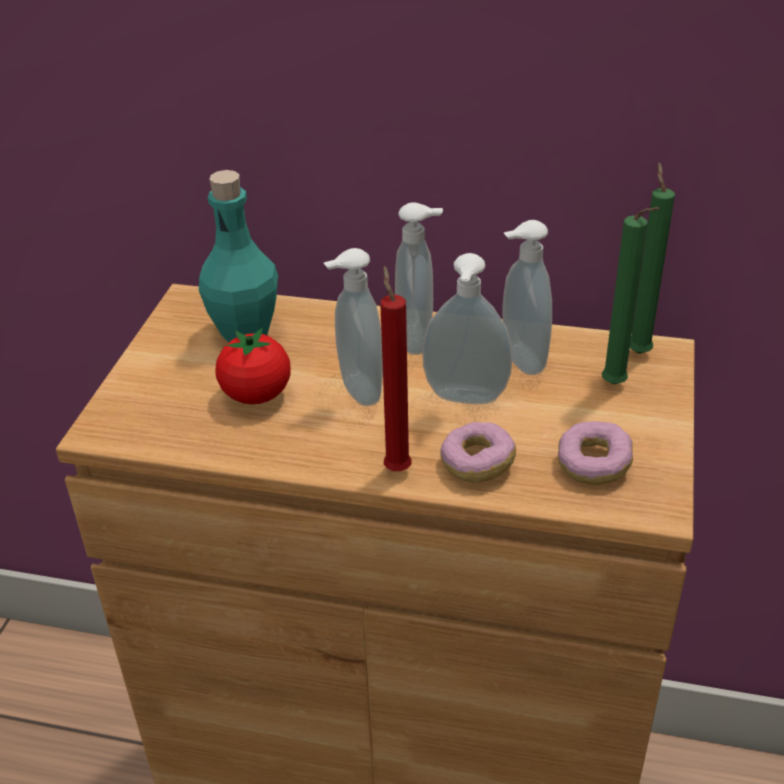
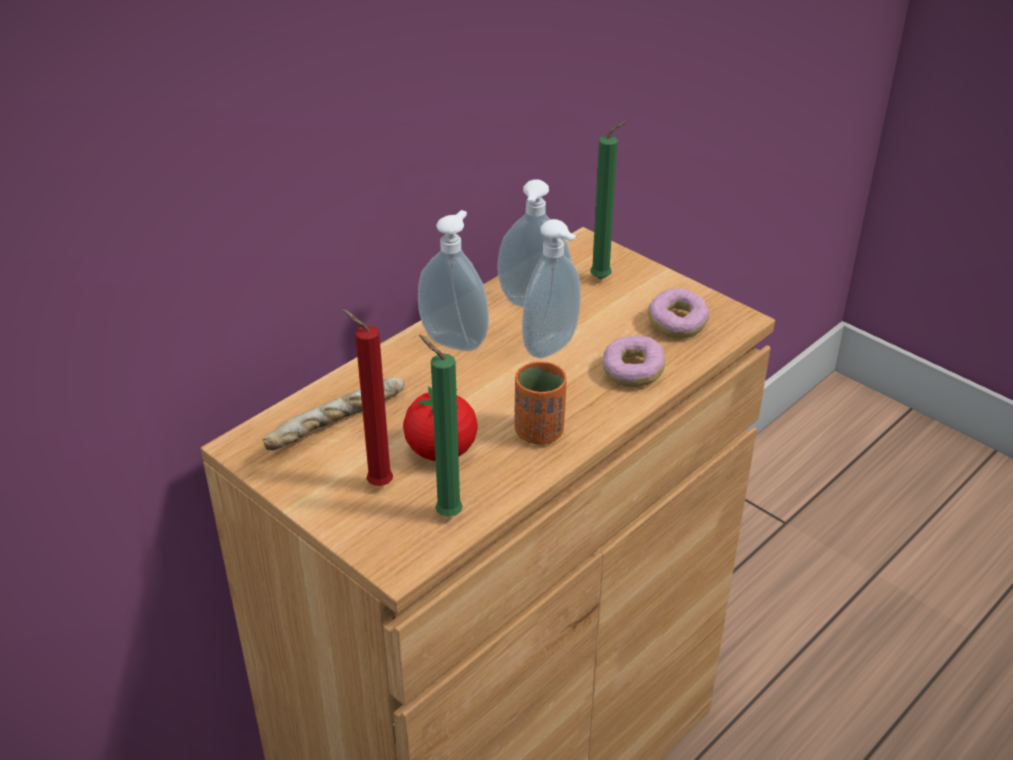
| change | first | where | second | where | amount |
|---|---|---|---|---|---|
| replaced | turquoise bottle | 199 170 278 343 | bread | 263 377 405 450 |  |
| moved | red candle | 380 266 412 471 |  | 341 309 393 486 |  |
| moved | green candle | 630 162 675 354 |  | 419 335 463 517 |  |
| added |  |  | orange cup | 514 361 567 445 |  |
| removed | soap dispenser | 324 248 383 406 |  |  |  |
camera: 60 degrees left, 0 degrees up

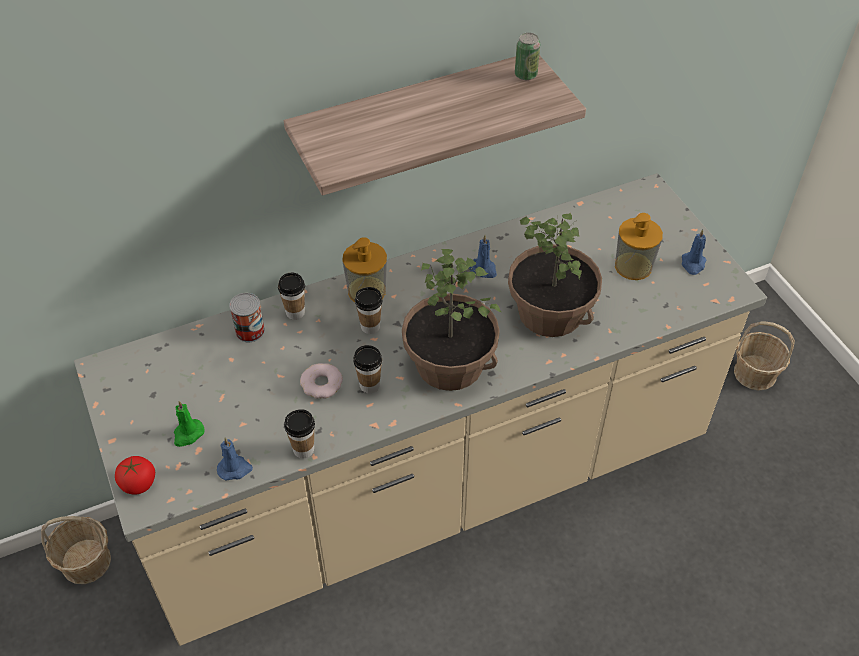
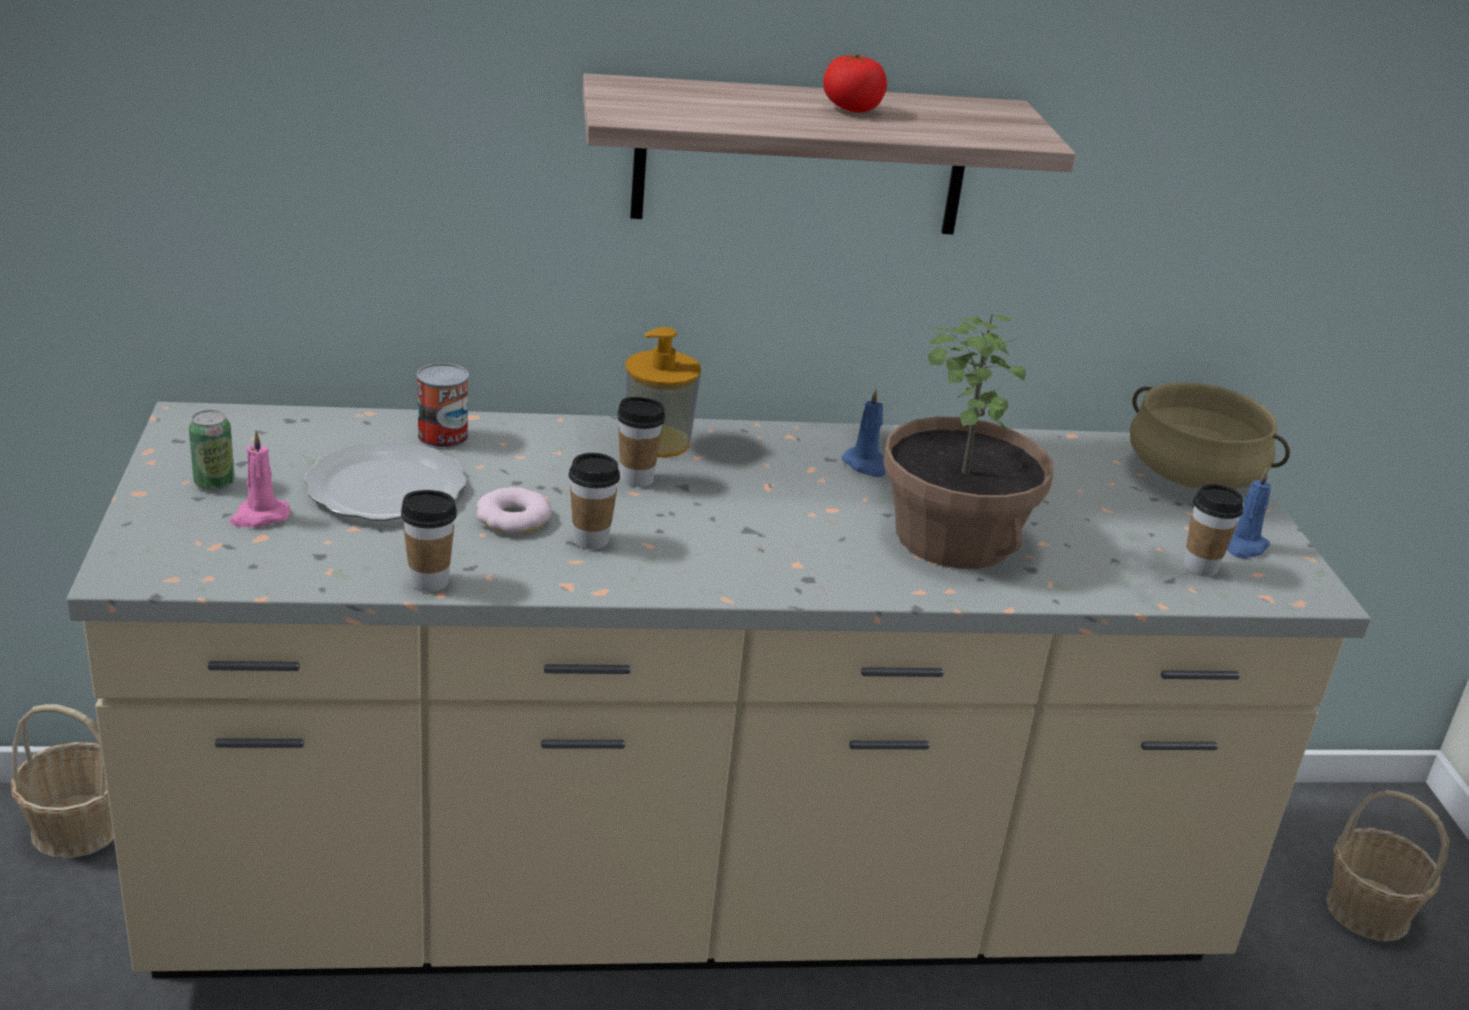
| change | first | where | second | where | amount |
|---|---|---|---|---|---|
| moved | can | 515 33 540 80 |  | 189 410 235 491 |  |
| recoloured | green candle | 174 401 205 447 | pink candle | 230 431 291 527 |  |
| added |  |  | plate | 304 441 467 521 |  |
| moved | tomato | 115 456 155 494 |  | 823 54 887 113 |  |
| added |  |  | beige cooking pot | 1130 382 1290 489 |  |
| moved | cup | 278 273 305 320 |  | 1183 484 1243 577 |  |
| removed | blue candle | 217 437 253 481 |  |  |  |
| removed | potted plant | 402 249 501 391 |  |  |  |
| removed | soap dispenser | 615 213 663 280 |  |  |  |
camera: 15 degrees right, 20 degrees down

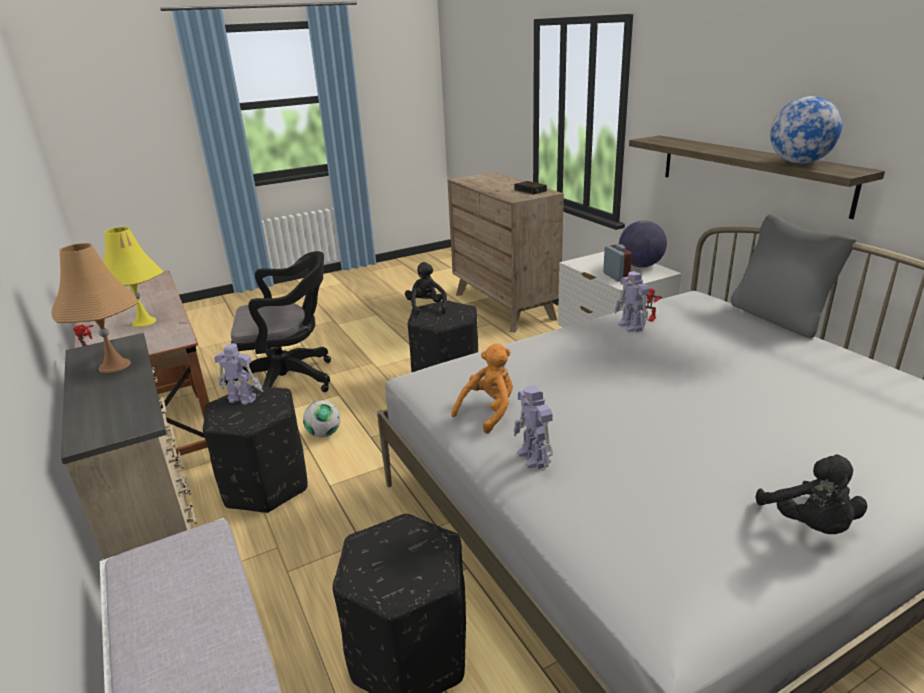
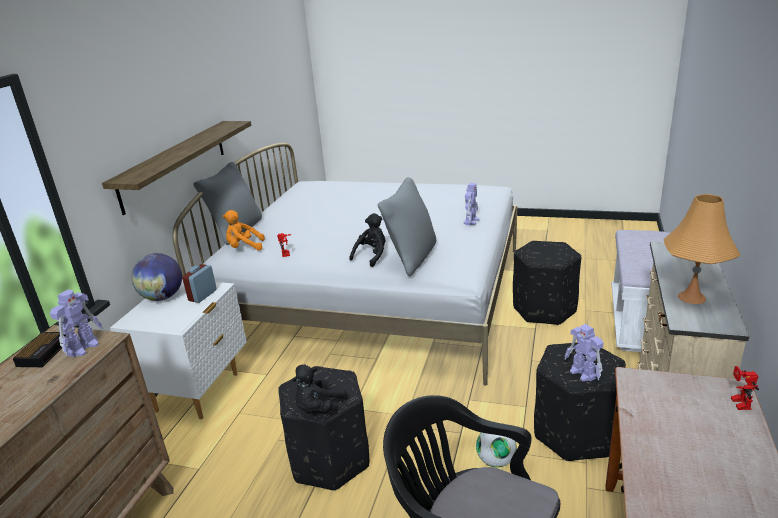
| change | first | where | second | where | amount |
|---|---|---|---|---|---|
| moved | toy robot | 615 271 649 332 |  | 50 289 103 357 |  |
| moved | orange plush toy | 451 343 513 434 |  | 223 210 265 250 |  |
| moved | black plush toy | 756 455 867 534 |  | 349 213 385 267 |  |
| added |  |  | grey pillow | 378 177 436 276 |  |
| removed | yellow table lamp | 103 227 163 327 |  |  |  |
| removed | globe | 770 96 842 164 |  |  |  |
camera: 135 degrees left, 0 degrees up

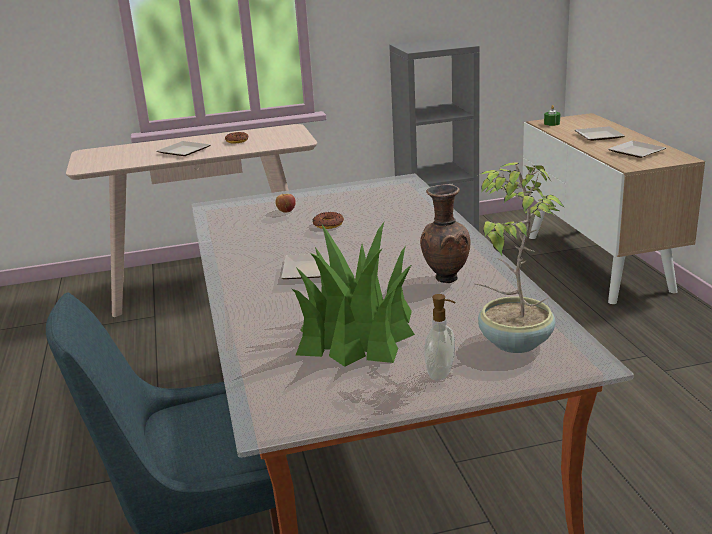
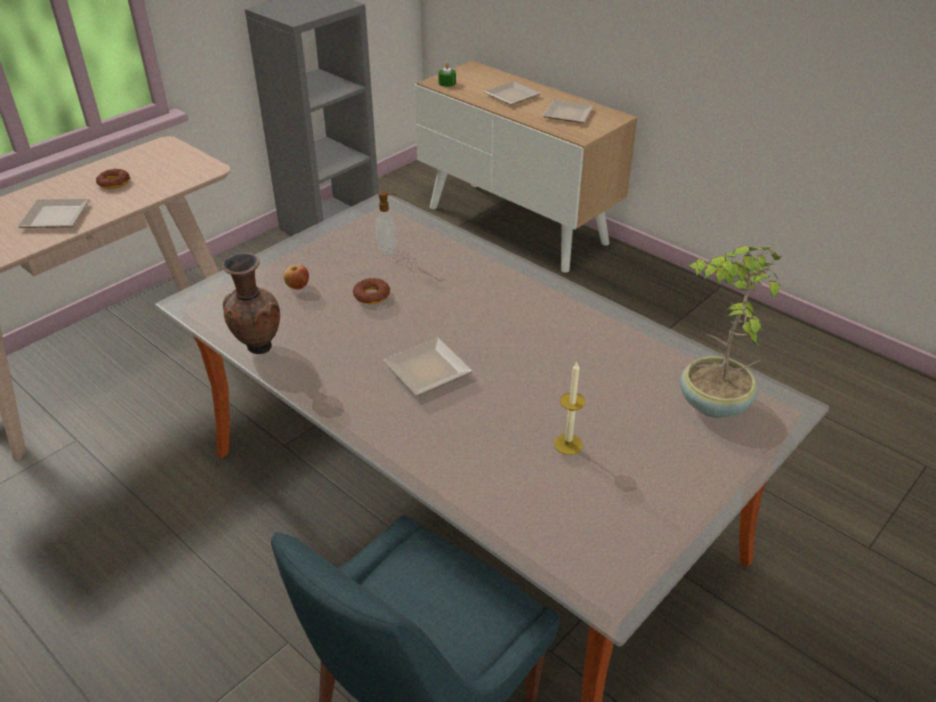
| change | first | where | second | where | amount |
|---|---|---|---|---|---|
| moved | brown vase | 420 184 471 283 |  | 222 253 280 354 |  |
| moved | soap dispenser | 424 294 456 381 |  | 375 191 396 255 |  |
| replaced | potted plant | 292 221 415 367 | candle | 554 362 586 455 |  |
camera: 35 degrees left, 15 degrees up

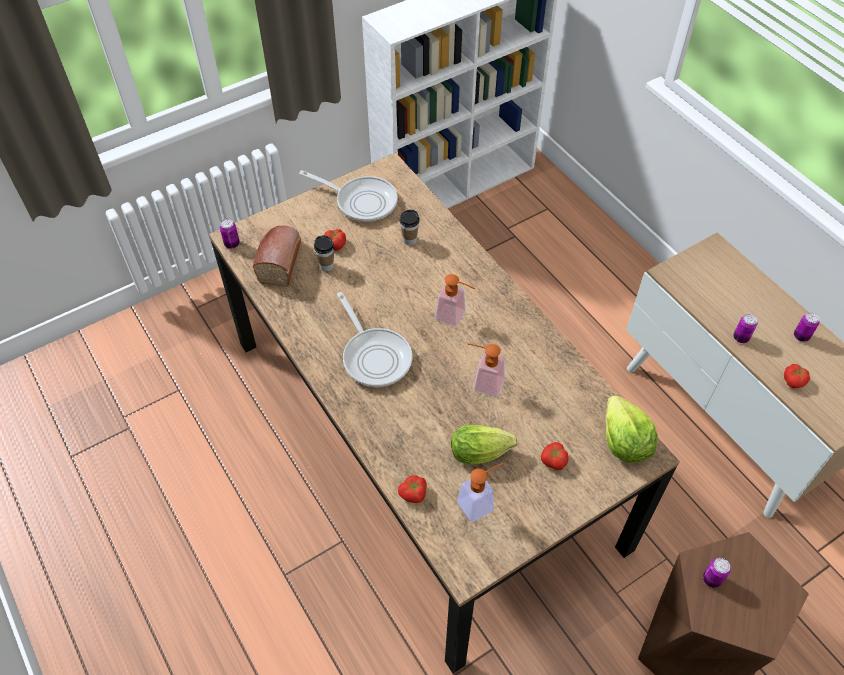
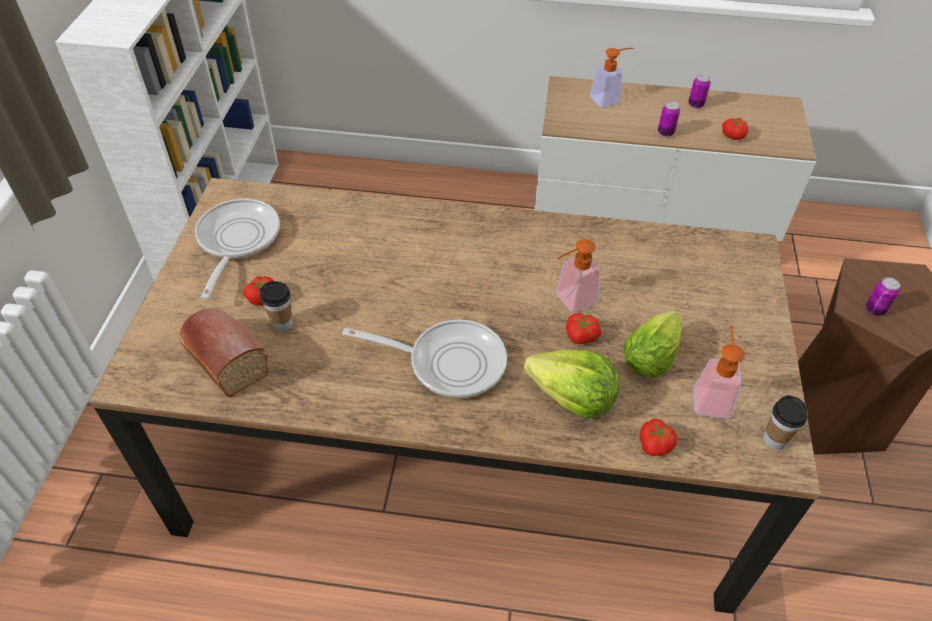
| change | first | where | second | where | amount |
|---|---|---|---|---|---|
| turned | frying pan | 299 170 398 222 |  | 195 199 280 299 | 60 degrees counterclockwise |
| moved | lettuce | 605 395 658 463 |  | 523 350 620 419 |  |
| moved | tomato | 541 442 568 470 |  | 566 313 601 344 |  |
| moved | soap dispenser | 435 274 475 326 |  | 590 48 633 108 |  |
| moved | cup | 400 210 420 245 |  | 763 395 808 450 |  |
| removed | can | 220 219 240 249 |  |  |  |
camera: 50 degrees left, 5 degrees down

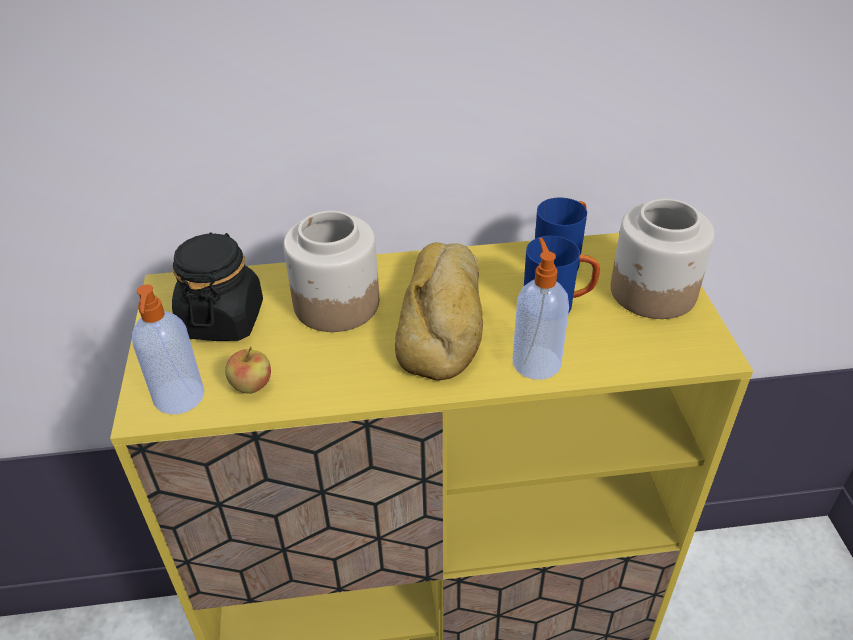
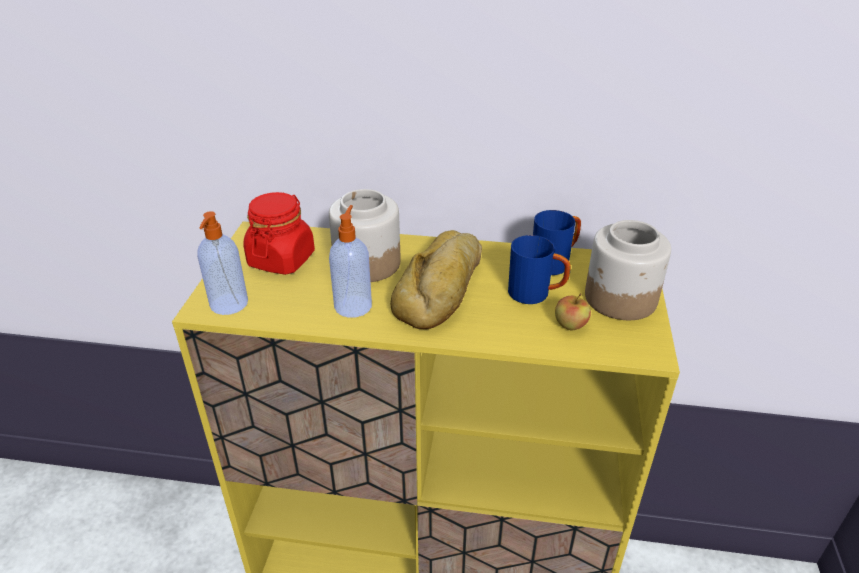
| change | first | where | second | where | amount |
|---|---|---|---|---|---|
| recoloured | black jar | 172 232 263 341 | red jar | 243 192 315 275 |  |
| moved | soap dispenser | 513 238 569 380 |  | 329 205 372 318 |  |
| moved | apple | 225 347 271 394 |  | 555 293 591 330 |  |
camera: 15 degrees right, 5 degrees down

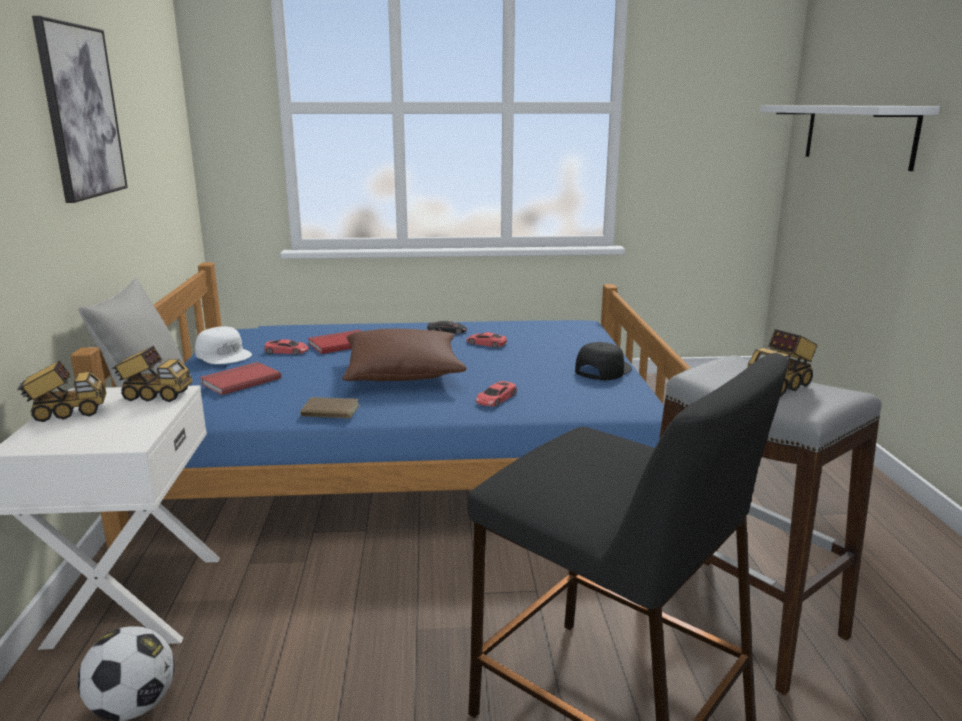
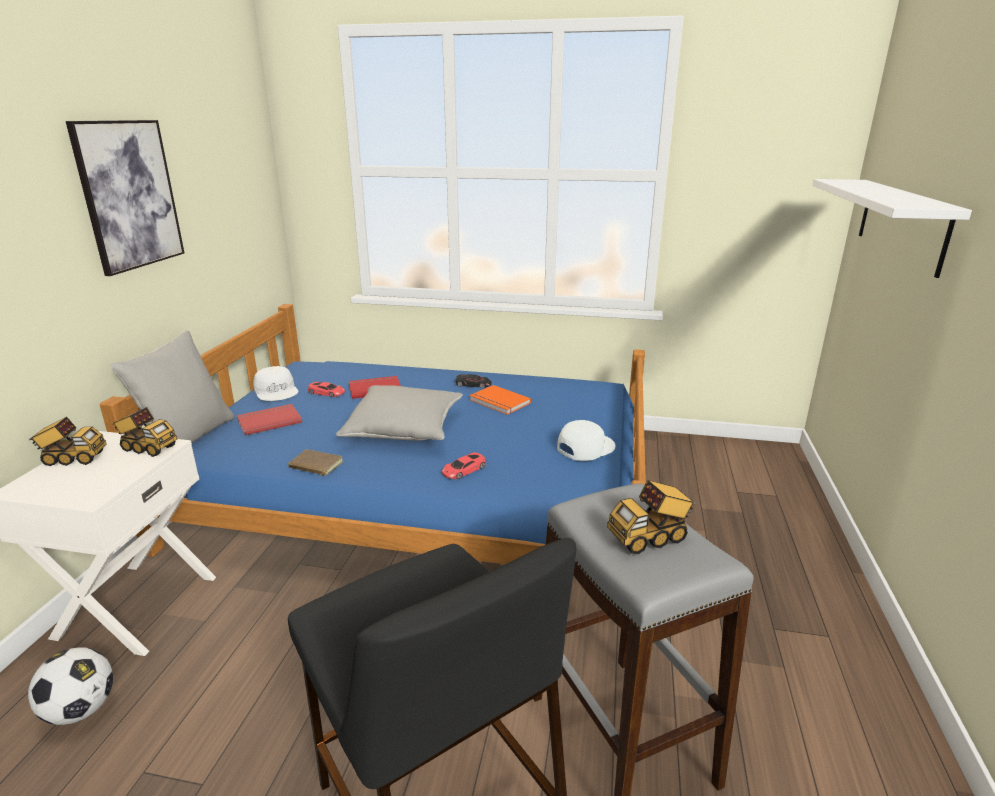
| change | first | where | second | where | amount |
|---|---|---|---|---|---|
| recoloured | brown pillow | 342 329 467 381 | grey pillow | 336 385 463 441 |  |
| replaced | red toy car | 466 332 507 348 | orange book | 469 385 531 415 |  |
| recoloured | black cap | 575 342 632 381 | white cap | 557 420 615 461 |  |
camera: 15 degrees right, 5 degrees up

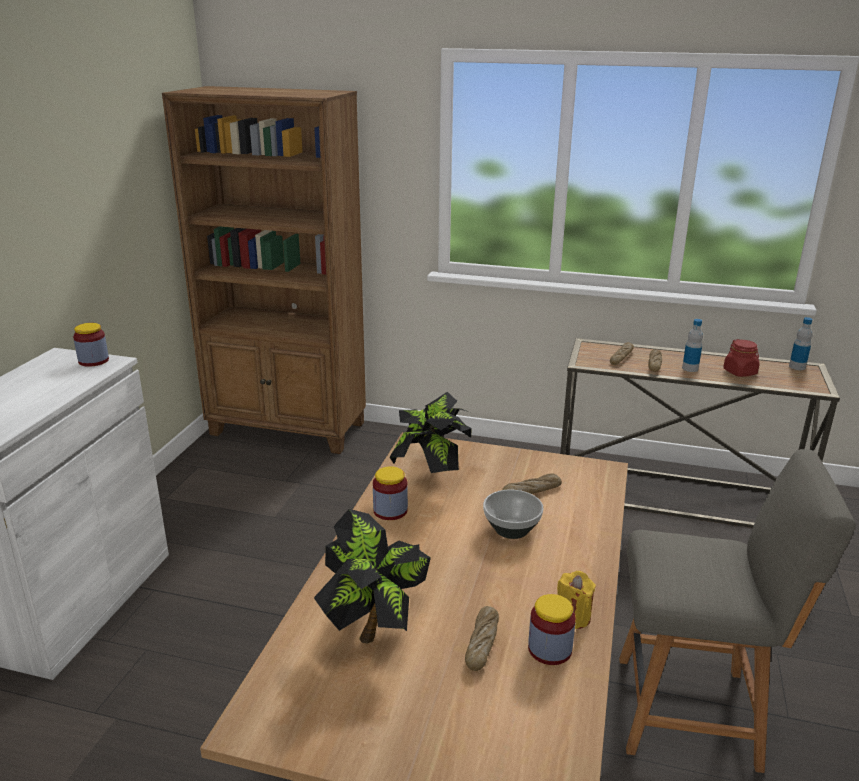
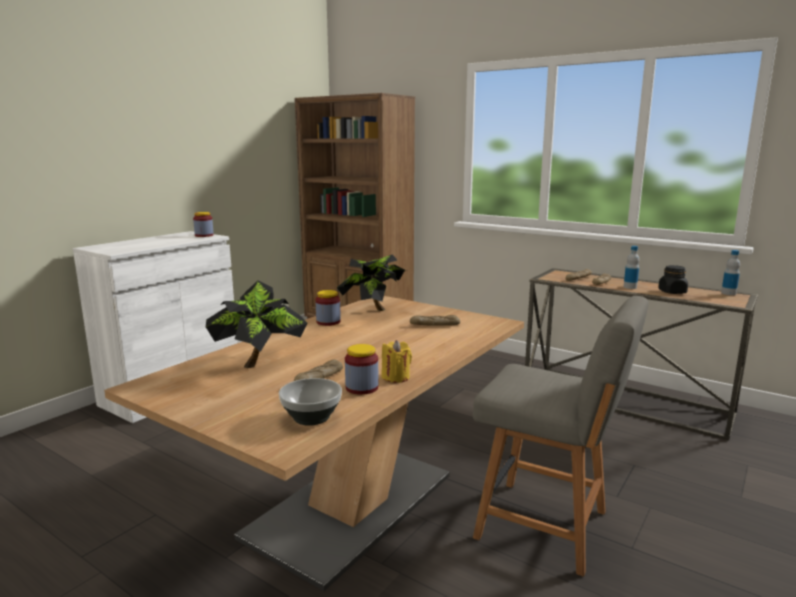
| change | first | where | second | where | amount |
|---|---|---|---|---|---|
| moved | bowl | 483 489 543 539 |  | 279 378 342 426 |  |
| recoloured | red jar | 723 339 759 377 | black jar | 658 265 688 294 |  |
camera: 20 degrees right, 10 degrees down

